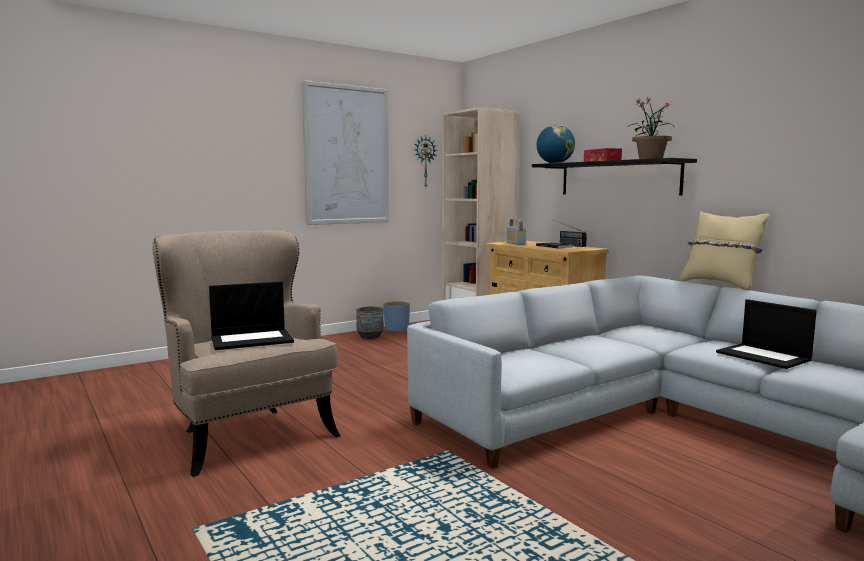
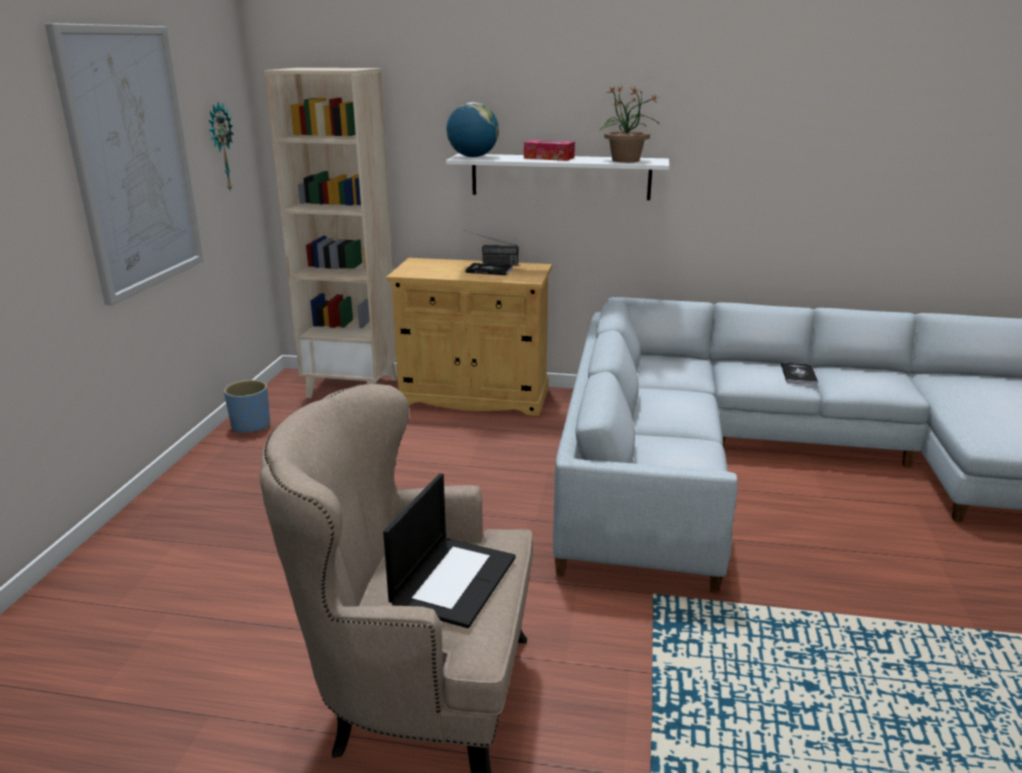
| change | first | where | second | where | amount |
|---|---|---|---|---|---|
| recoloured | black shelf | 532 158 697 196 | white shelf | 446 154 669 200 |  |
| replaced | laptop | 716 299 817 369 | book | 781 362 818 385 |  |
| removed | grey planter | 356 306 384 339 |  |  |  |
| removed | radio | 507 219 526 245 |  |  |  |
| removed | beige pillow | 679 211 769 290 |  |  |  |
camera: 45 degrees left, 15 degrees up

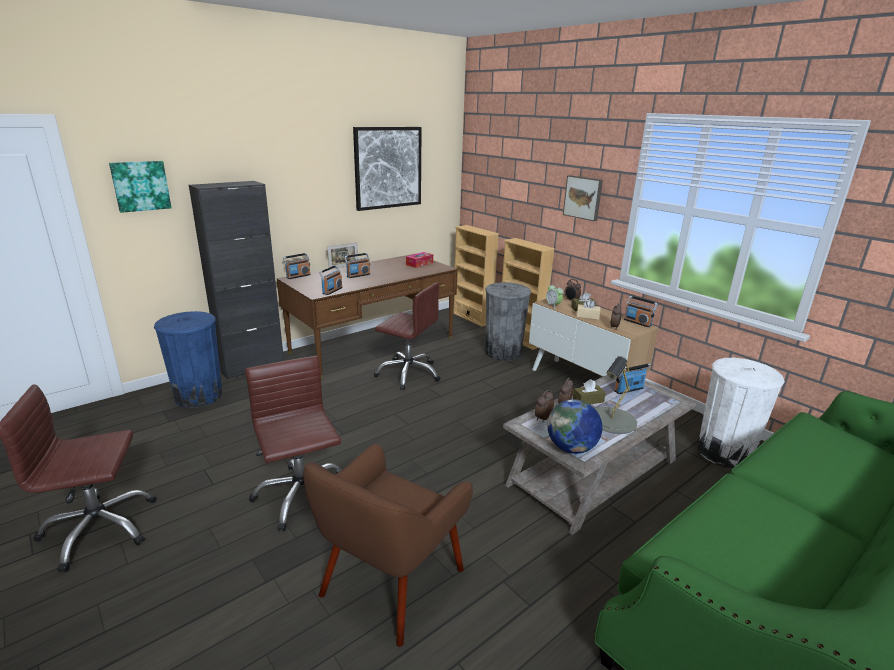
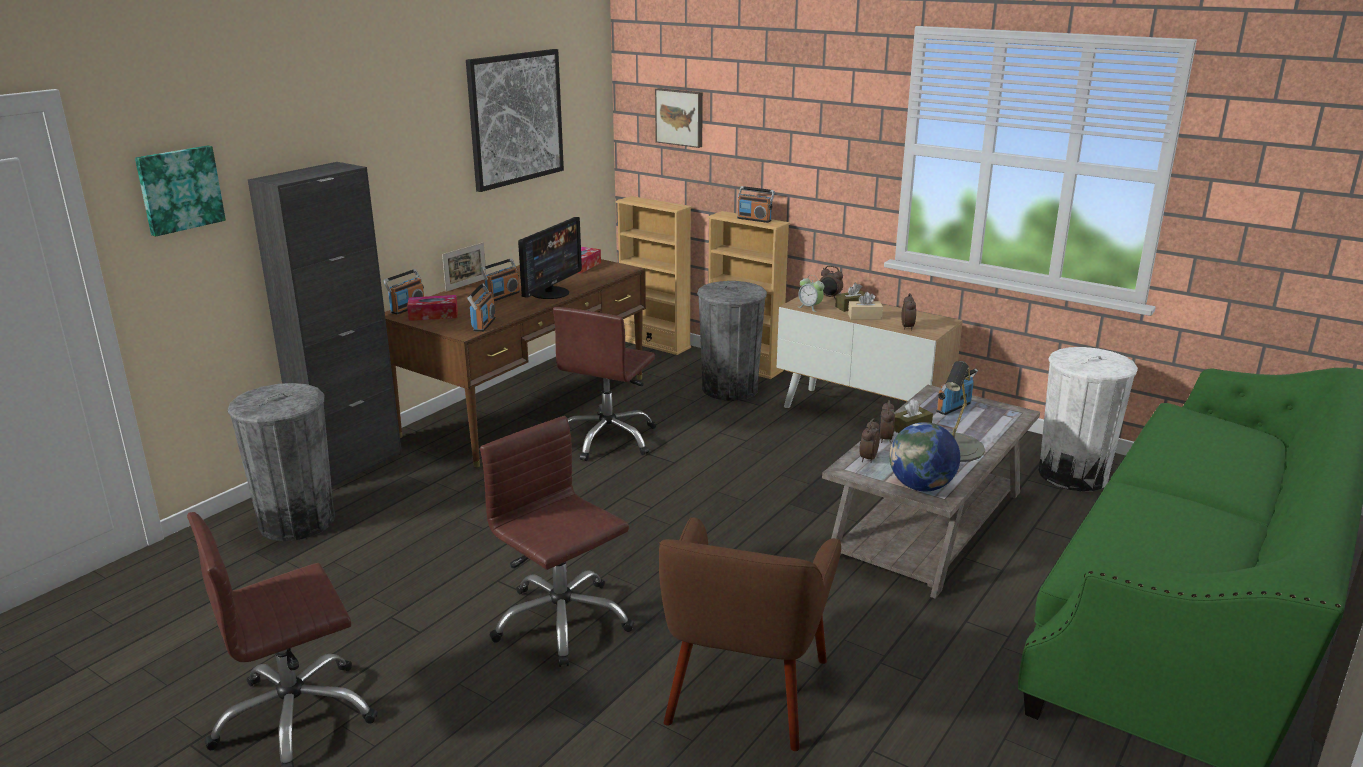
| change | first | where | second | where | amount |
|---|---|---|---|---|---|
| recoloured | blue trash can | 154 311 223 408 | grey trash can | 228 383 335 541 |  |
| added |  |  | tissue box | 407 295 458 321 |  |
| added |  |  | monitor | 518 217 582 299 |  |
| turned | brown office chair | 374 282 440 390 |  | 553 307 656 461 | 105 degrees clockwise |
| moved | picture | 563 175 603 221 |  | 655 88 703 148 |  |
| moved | radio | 624 296 658 327 |  | 737 186 775 223 |  |
camera: 15 degrees left, 0 degrees up

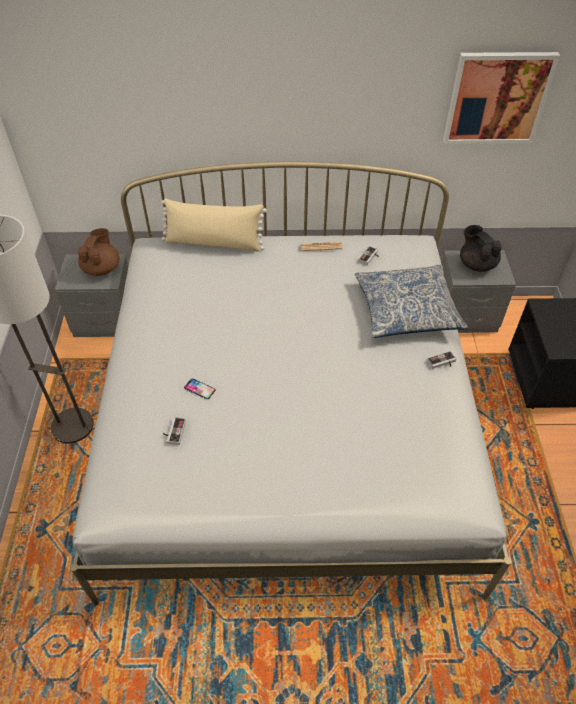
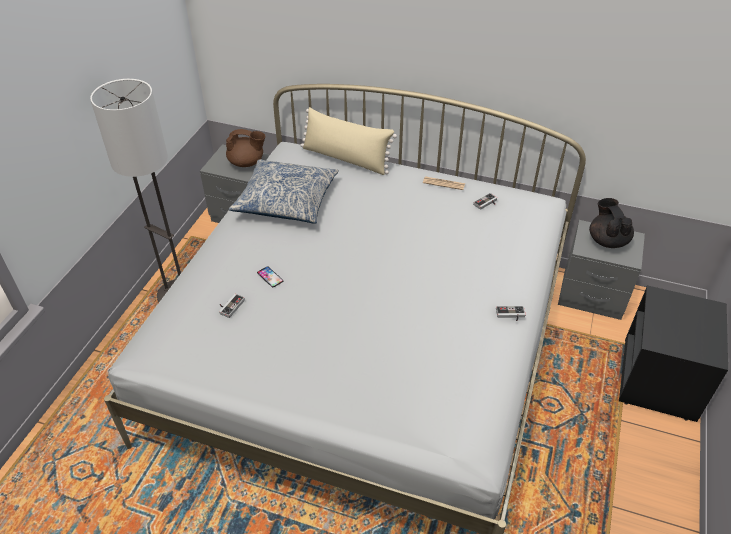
| change | first | where | second | where | amount |
|---|---|---|---|---|---|
| turned | brown teapot | 78 228 120 276 |  | 226 129 265 167 | 60 degrees clockwise |
| moved | pillow | 355 265 469 338 |  | 229 159 339 224 |  |
| removed | picture | 443 52 560 144 |  |  |  |
camera: 20 degrees right, 5 degrees down

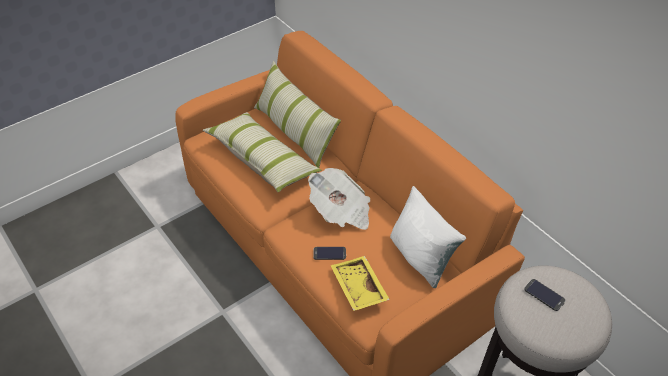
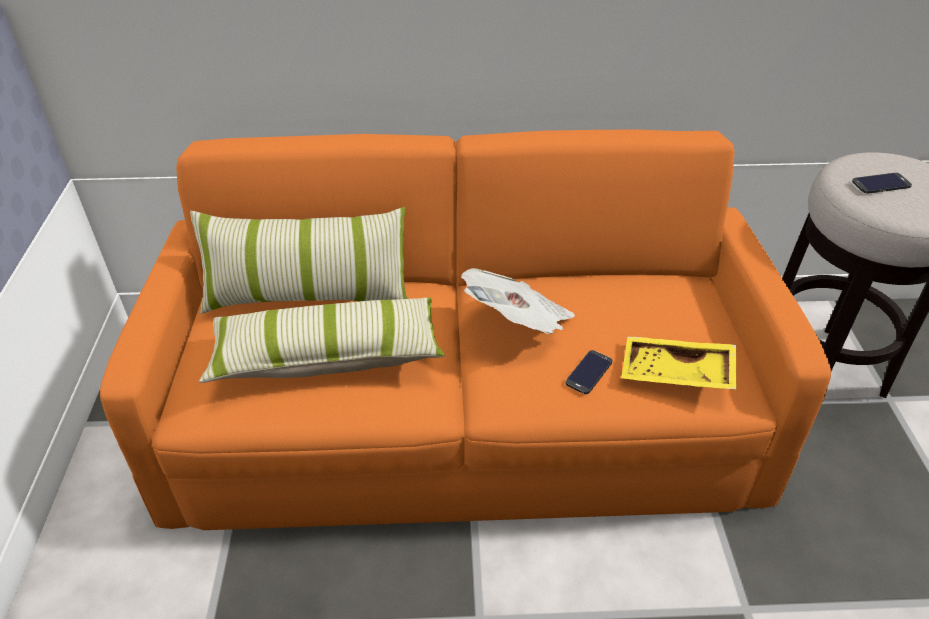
| change | first | where | second | where | amount |
|---|---|---|---|---|---|
| removed | white pillow | 390 186 466 288 |  |  |  |
camera: 55 degrees left, 5 degrees down

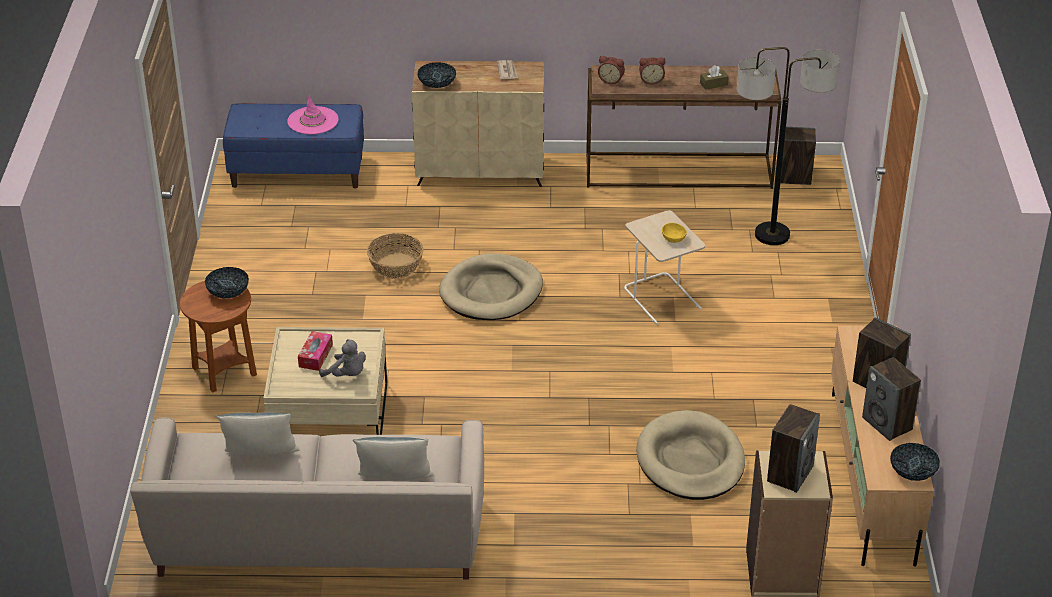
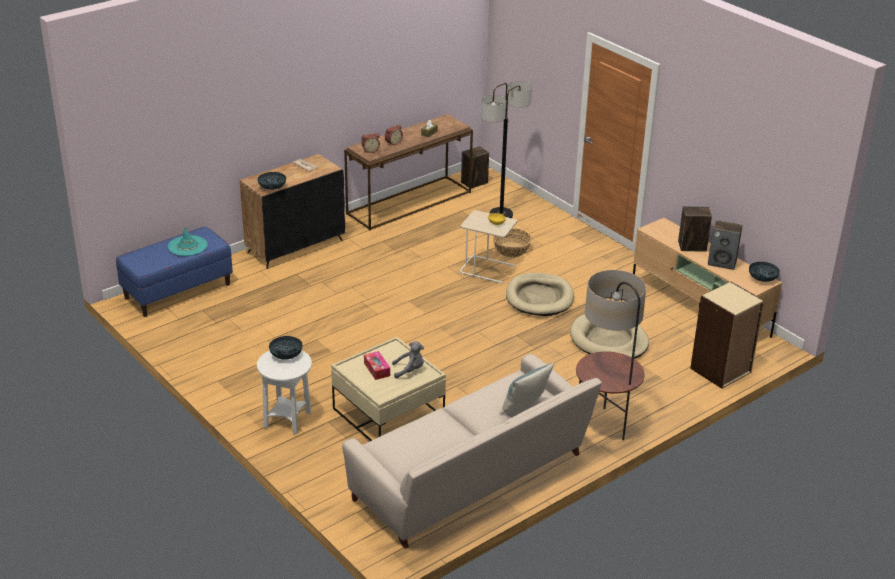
| change | first | where | second | where | amount |
|---|---|---|---|---|---|
| recoloured | pink hat | 287 95 339 134 | turquoise hat | 168 227 208 256 |  |
| recoloured | beige cabinet | 412 61 544 187 | black cabinet | 240 154 345 269 |  |
| recoloured | brown side table | 180 281 257 393 | white side table | 257 350 312 434 |  |
| moved | basket | 367 233 424 279 |  | 493 228 532 257 |  |
| moved | beige dog bed | 439 253 543 320 |  | 506 273 574 316 |  |
| added |  |  | floor lamp | 576 270 646 440 |  |
| removed | pillow | 216 412 299 456 |  |  |  |
| removed | speaker | 767 404 820 493 |  |  |  |
camera: 40 degrees left, 5 degrees down

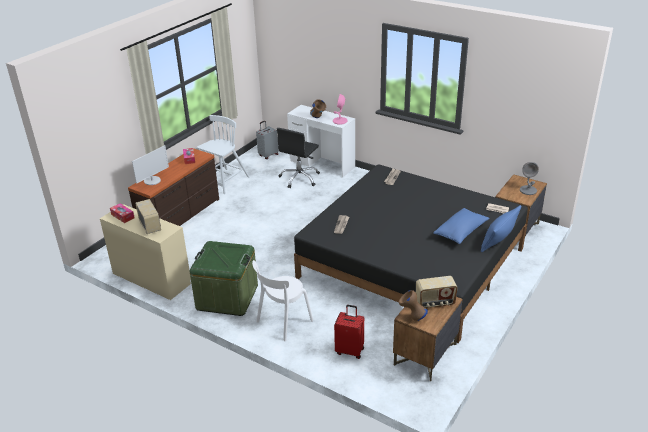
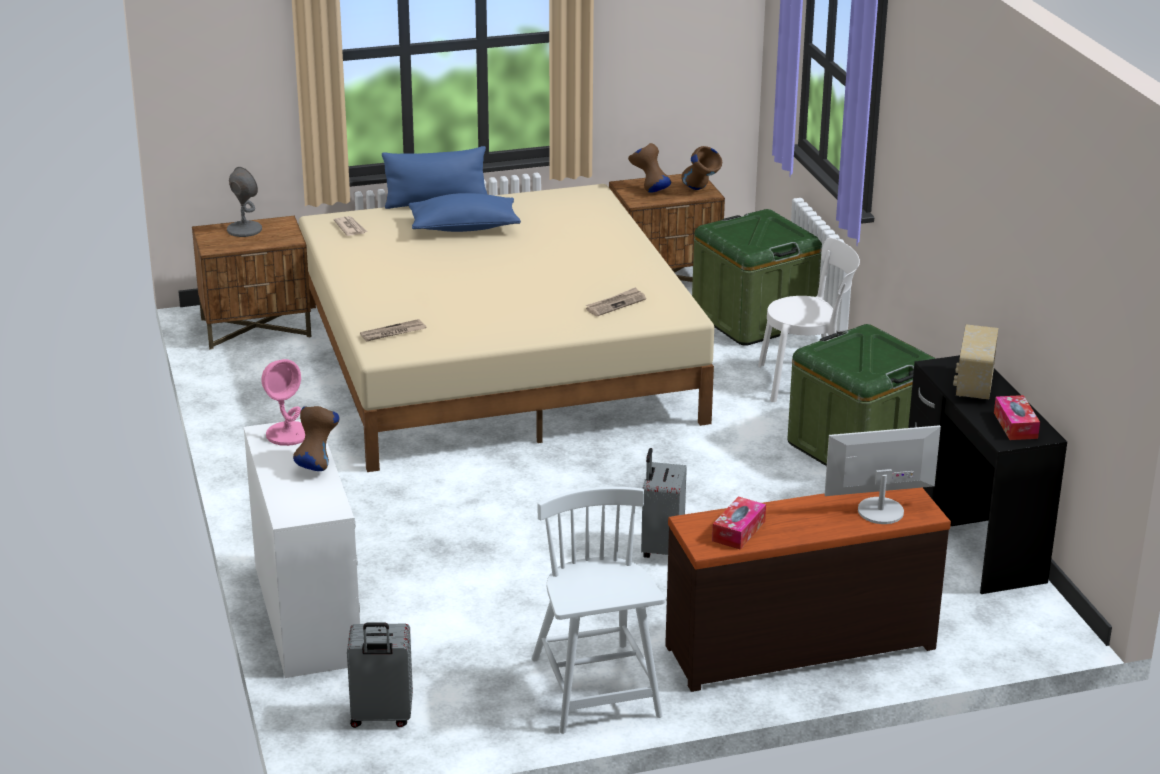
| change | first | where | second | where | amount |
|---|---|---|---|---|---|
| recoloured | black bed | 294 164 528 343 | beige bed | 299 184 714 472 |  |
| turned | white chair | 196 115 250 194 |  | 532 487 665 734 | 90 degrees clockwise |
| replaced | radio | 416 276 458 308 | brown vase | 628 143 671 193 |  |
| added |  |  | grey suitcase | 641 448 687 558 |  |
| replaced | red suitcase | 334 305 364 359 | green storage box | 692 209 822 346 |  |
| recoloured | beige desk | 100 204 191 300 | black desk | 908 355 1067 594 |  |
| removed | black office chair | 277 128 320 188 |  |  |  |
camera: 140 degrees left, 5 degrees down

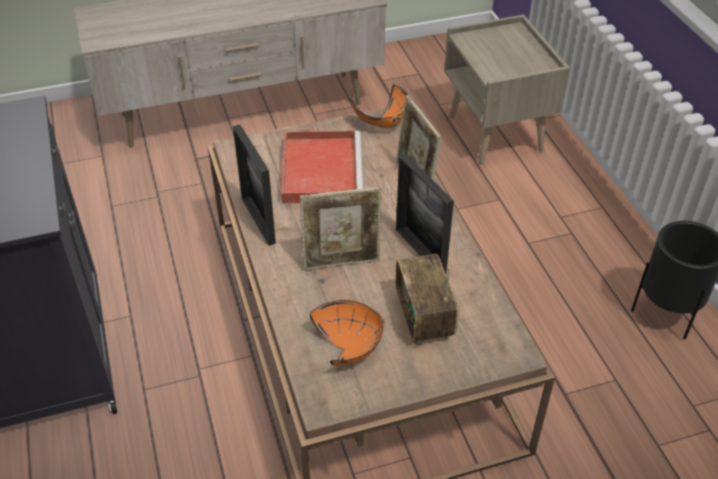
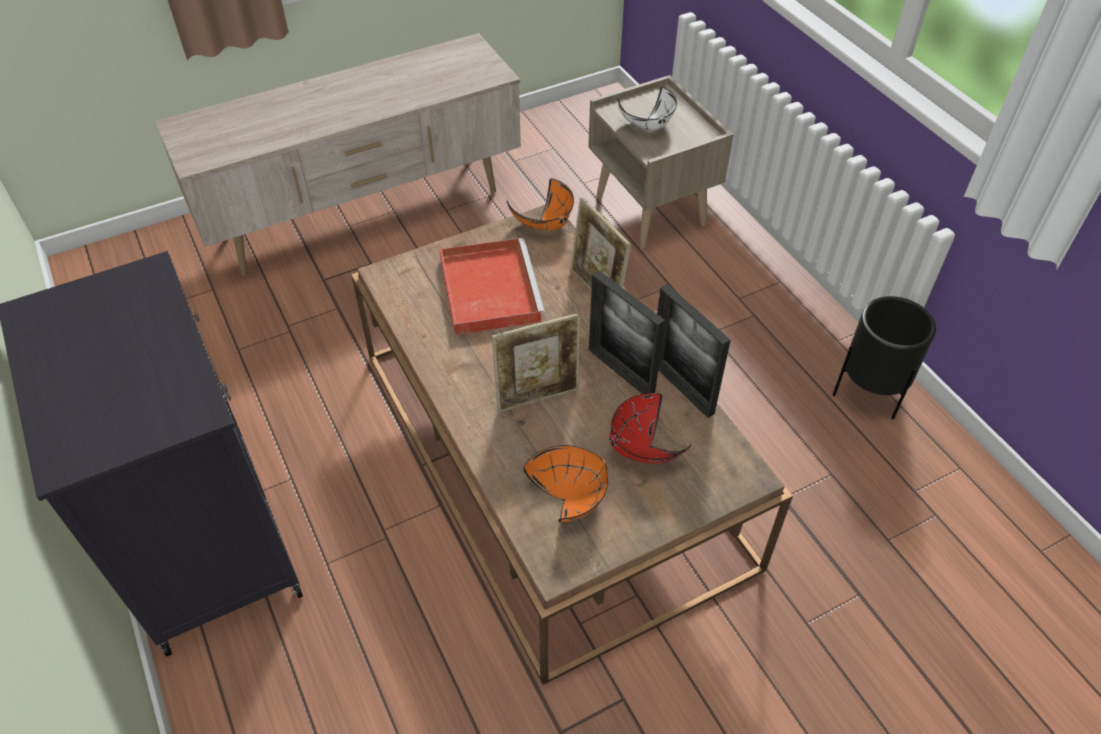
| change | first | where | second | where | amount |
|---|---|---|---|---|---|
| replaced | radio | 396 254 458 344 | red bowl | 610 393 692 464 |  |
| added |  |  | white bowl | 617 87 677 131 |  |
| moved | picture frame | 233 125 276 246 |  | 657 284 731 418 |  |
camera: 10 degrees left, 5 degrees up

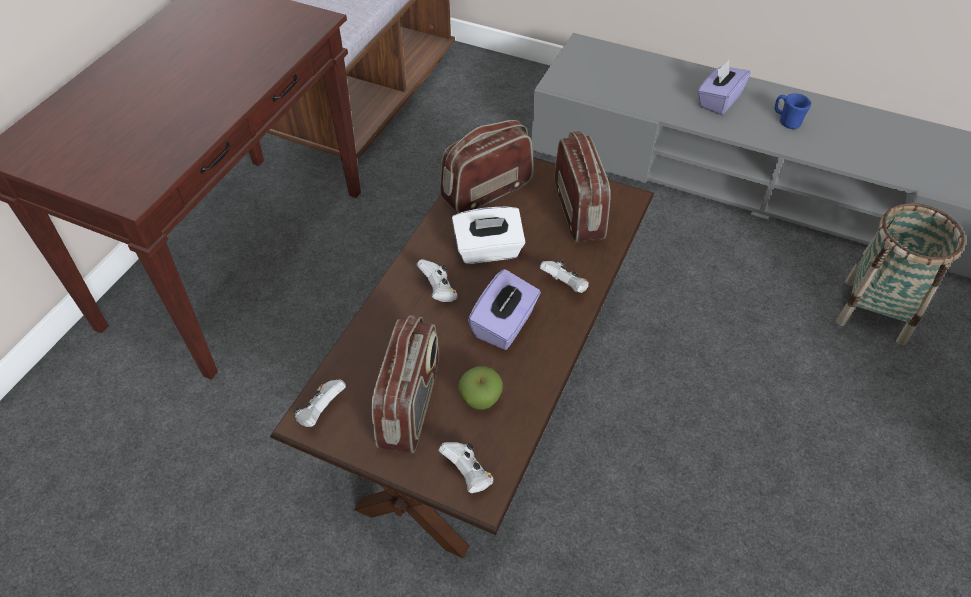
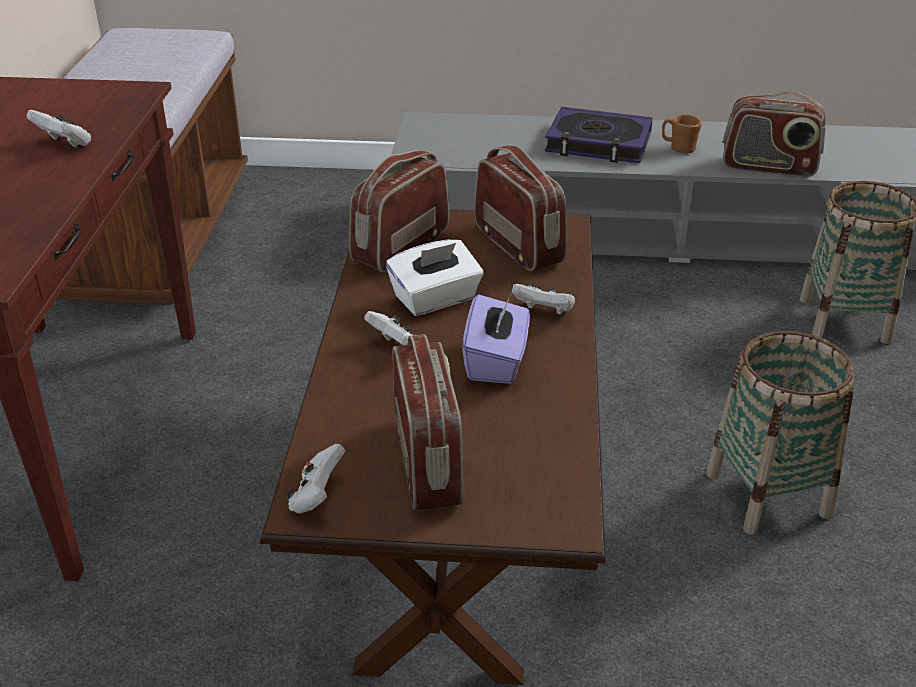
| change | first | where | second | where | amount |
|---|---|---|---|---|---|
| moved | white game controller | 439 442 493 493 |  | 27 110 91 148 |  |
| replaced | purple tissue box | 698 60 751 115 | book | 545 107 653 163 |  |
| recoloured | blue mug | 775 93 811 129 | brown mug | 662 115 702 153 |  |
| added |  |  | basket | 706 331 854 535 |  |
| added |  |  | radio | 723 91 826 177 |  |
| removed | apple | 458 366 503 410 |  |  |  |
camera: 20 degrees left, 15 degrees down

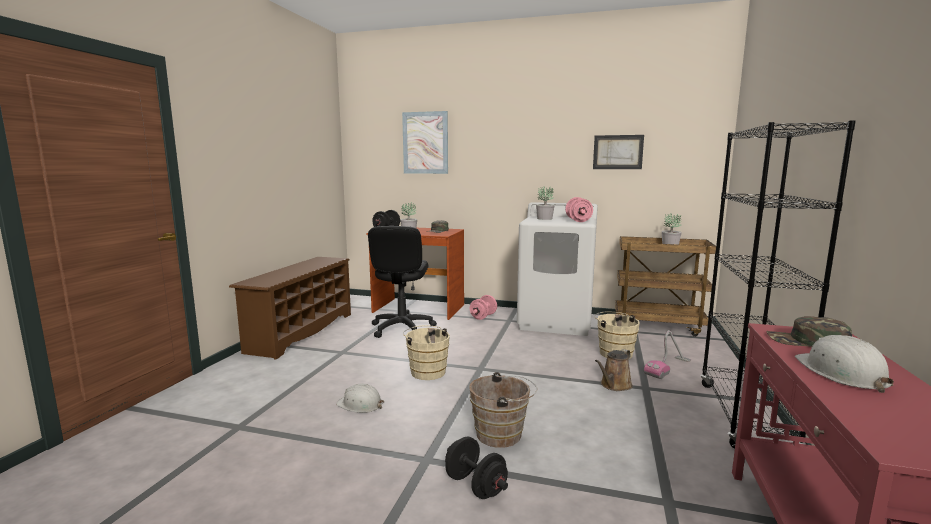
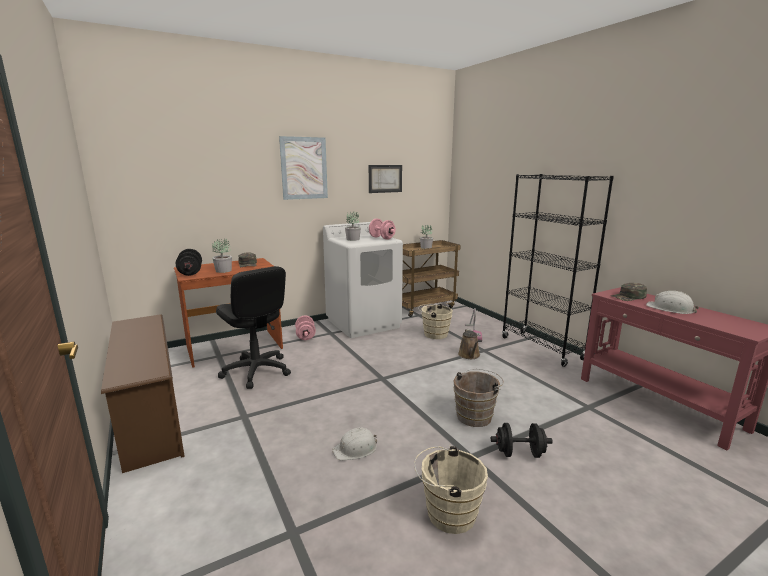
| change | first | where | second | where | amount |
|---|---|---|---|---|---|
| moved | picture | 402 111 448 174 |  | 279 136 328 200 |  |
| moved | beige bucket | 403 325 450 380 |  | 414 445 488 534 |  |
camera: 45 degrees left, 5 degrees up

